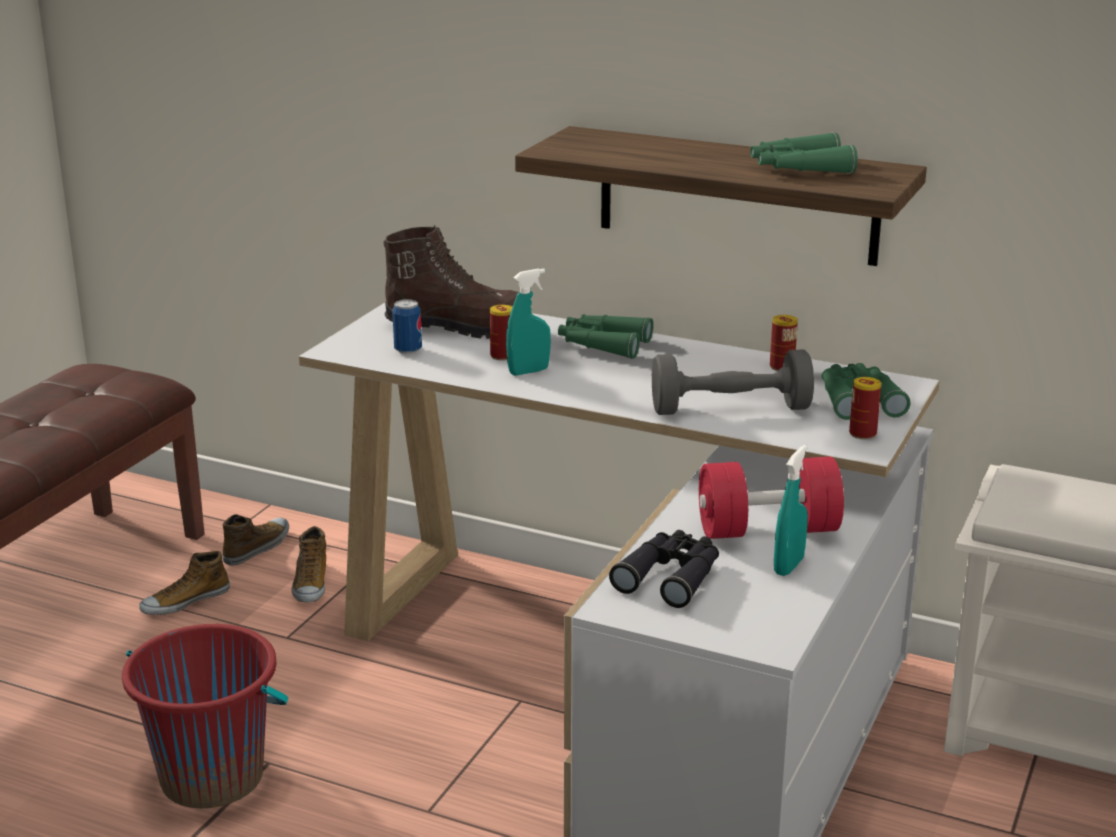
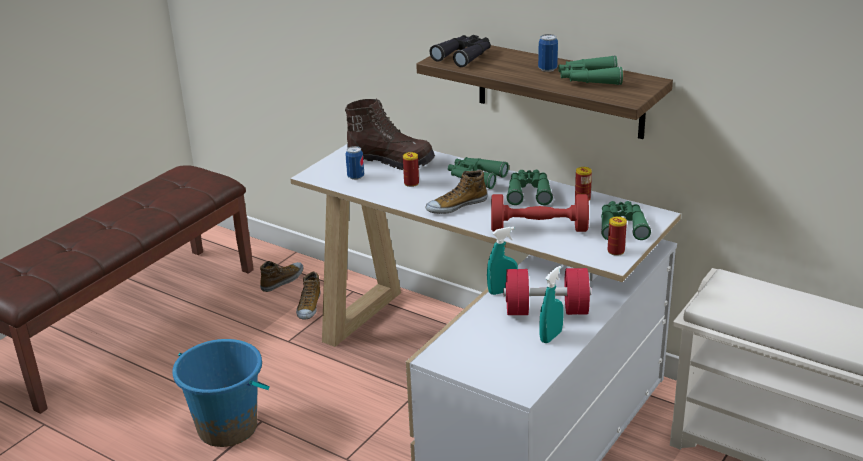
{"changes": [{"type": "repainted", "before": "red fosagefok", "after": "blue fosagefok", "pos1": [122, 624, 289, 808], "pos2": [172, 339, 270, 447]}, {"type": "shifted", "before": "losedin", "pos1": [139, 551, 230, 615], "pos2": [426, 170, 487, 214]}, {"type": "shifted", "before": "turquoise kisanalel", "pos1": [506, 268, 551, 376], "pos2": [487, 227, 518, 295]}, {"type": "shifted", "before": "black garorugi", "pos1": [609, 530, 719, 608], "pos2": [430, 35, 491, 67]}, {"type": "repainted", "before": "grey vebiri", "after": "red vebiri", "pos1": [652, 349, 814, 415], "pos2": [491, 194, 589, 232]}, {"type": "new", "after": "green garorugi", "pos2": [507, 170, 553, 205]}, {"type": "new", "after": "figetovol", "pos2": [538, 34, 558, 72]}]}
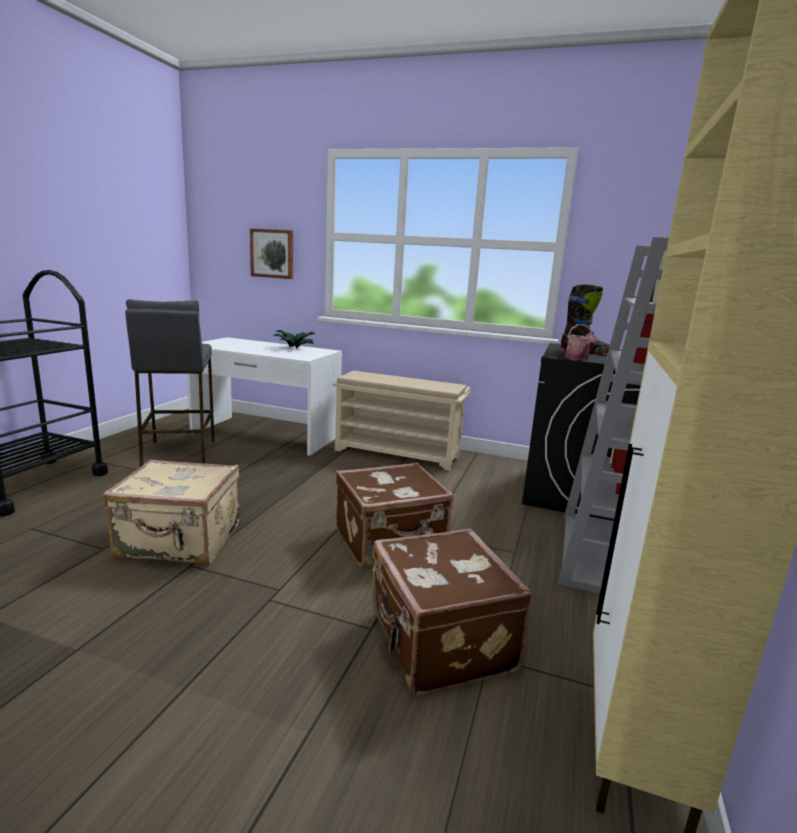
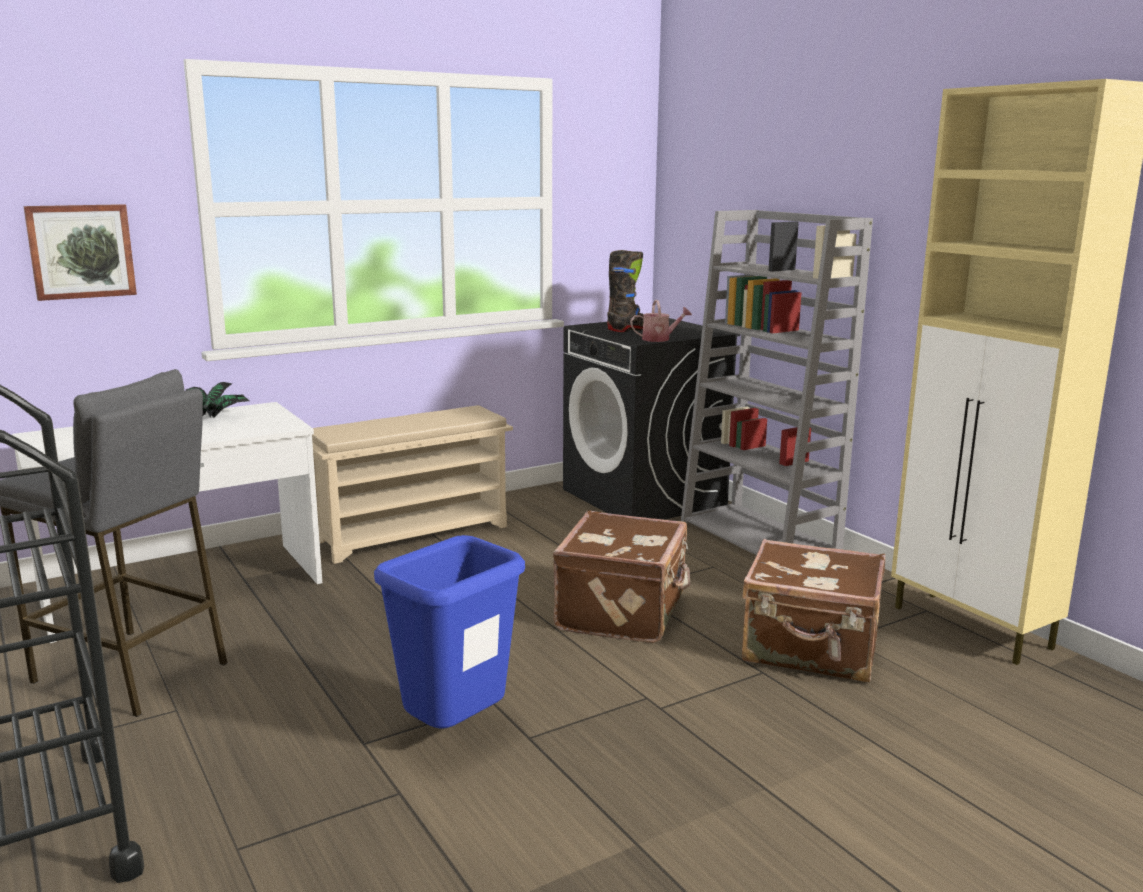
{"changes": [{"type": "swapped", "before": "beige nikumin", "after": "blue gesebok", "pos1": [103, 459, 240, 564], "pos2": [374, 535, 525, 729]}, {"type": "rotated", "before": "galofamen", "pos1": [565, 324, 597, 360], "pos2": [630, 300, 692, 342], "turn": -45}]}
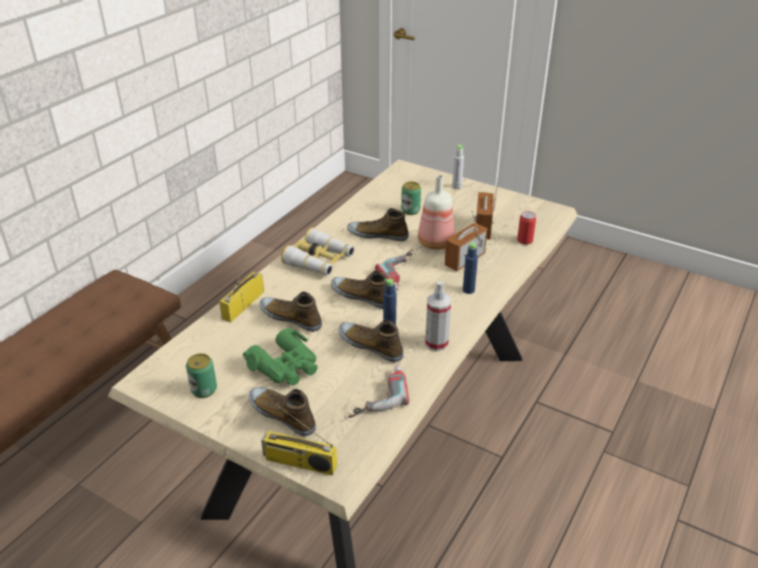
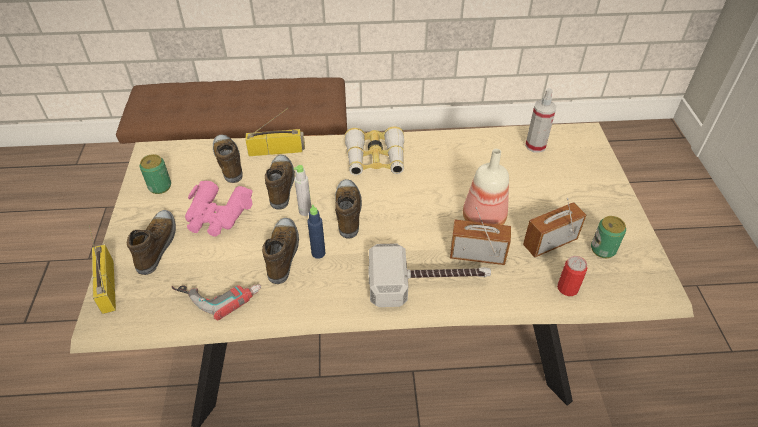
{"changes": [{"type": "repainted", "before": "green garorugi", "after": "pink garorugi", "pos1": [243, 328, 318, 386], "pos2": [185, 181, 253, 237]}, {"type": "shifted", "before": "losedin", "pos1": [347, 208, 409, 241], "pos2": [213, 135, 243, 183]}, {"type": "gone", "before": "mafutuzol", "pos1": [375, 250, 414, 291]}, {"type": "shifted", "before": "figetovol", "pos1": [401, 182, 421, 215], "pos2": [591, 216, 626, 258]}, {"type": "shifted", "before": "kisanalel", "pos1": [425, 281, 451, 351], "pos2": [525, 88, 557, 153]}, {"type": "shifted", "before": "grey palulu", "pos1": [452, 145, 464, 189], "pos2": [294, 165, 311, 216]}, {"type": "swapped", "before": "blue palulu", "after": "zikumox", "pos1": [463, 241, 478, 294], "pos2": [368, 243, 491, 307]}]}
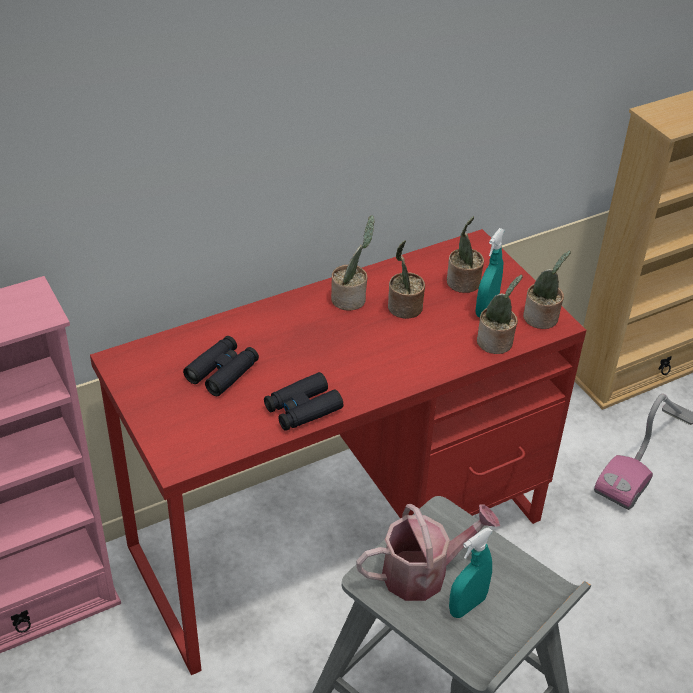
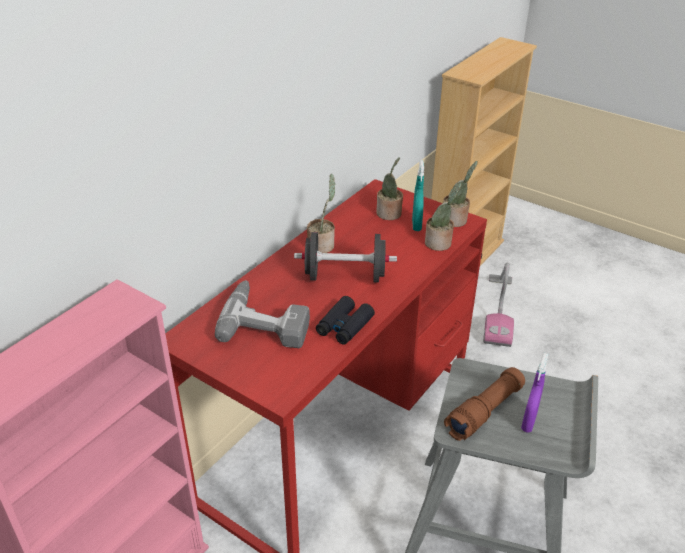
{"changes": [{"type": "swapped", "before": "black garorugi", "after": "mafutuzol", "pos1": [183, 336, 259, 396], "pos2": [215, 280, 310, 348]}, {"type": "swapped", "before": "galofamen", "after": "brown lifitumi", "pos1": [356, 504, 500, 601], "pos2": [444, 367, 525, 441]}, {"type": "gone", "before": "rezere", "pos1": [388, 240, 425, 319]}, {"type": "repainted", "before": "turquoise kisanalel", "after": "purple kisanalel", "pos1": [449, 527, 493, 618], "pos2": [521, 353, 548, 433]}, {"type": "new", "after": "black vebiri", "pos2": [294, 232, 397, 283]}]}
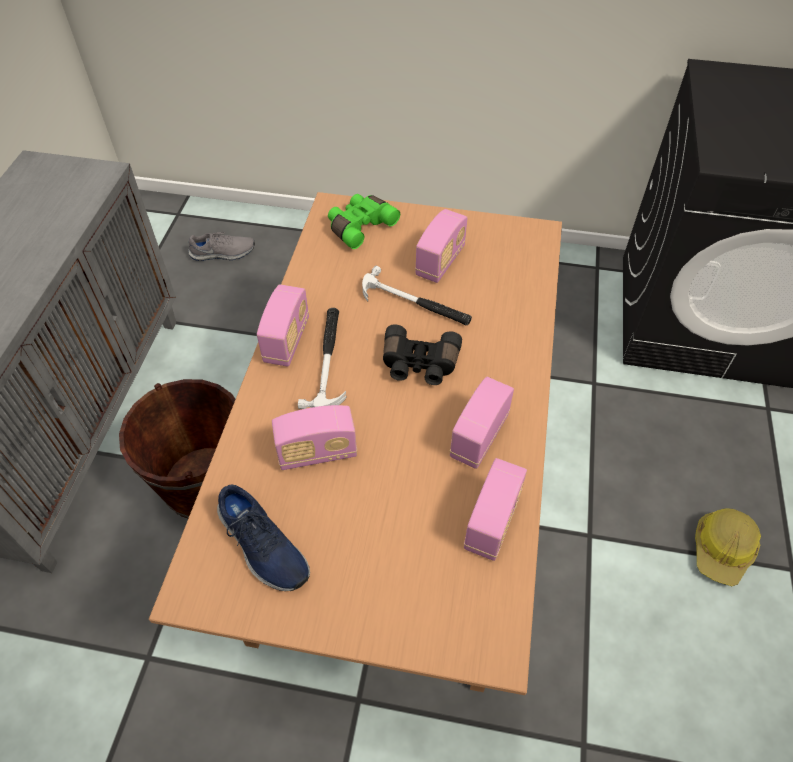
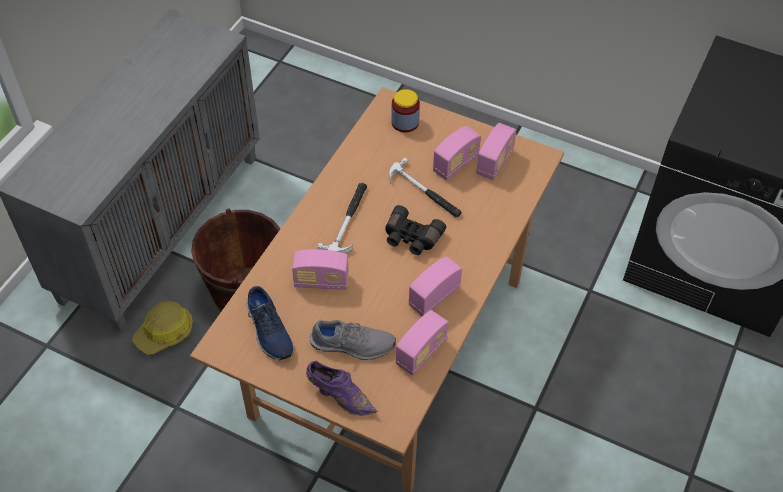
{"changes": [{"type": "shifted", "before": "grey losedin", "pos1": [188, 232, 255, 261], "pos2": [310, 320, 396, 360]}, {"type": "shifted", "before": "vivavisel", "pos1": [257, 284, 309, 366], "pos2": [476, 123, 516, 180]}, {"type": "swapped", "before": "green garorugi", "after": "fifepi", "pos1": [328, 194, 400, 249], "pos2": [391, 89, 420, 132]}, {"type": "shifted", "before": "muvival", "pos1": [695, 509, 761, 586], "pos2": [132, 301, 193, 355]}, {"type": "new", "after": "purple losedin", "pos2": [306, 361, 377, 416]}]}
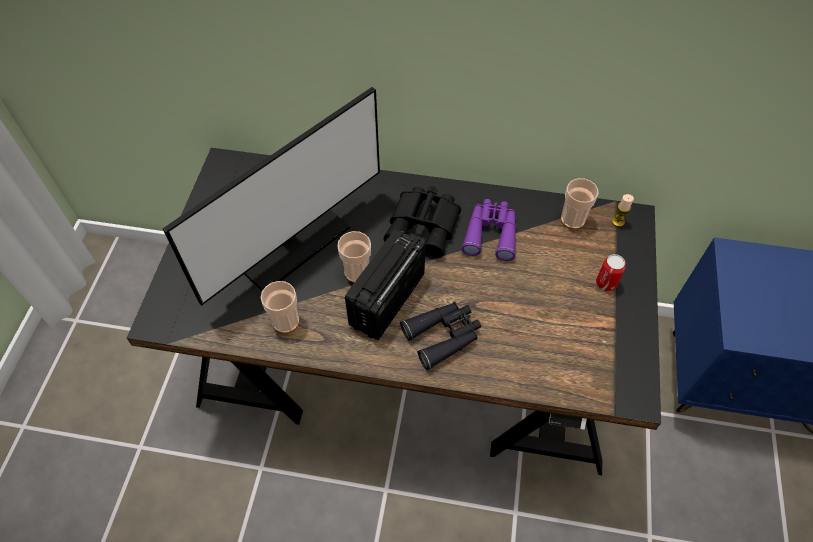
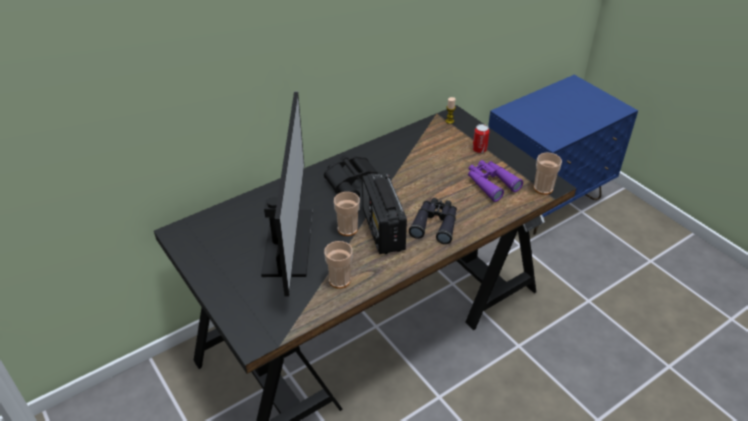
{"changes": [{"type": "shifted", "before": "purple garorugi", "pos1": [462, 199, 516, 261], "pos2": [468, 160, 523, 202]}, {"type": "shifted", "before": "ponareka", "pos1": [561, 178, 599, 230], "pos2": [534, 153, 562, 195]}]}
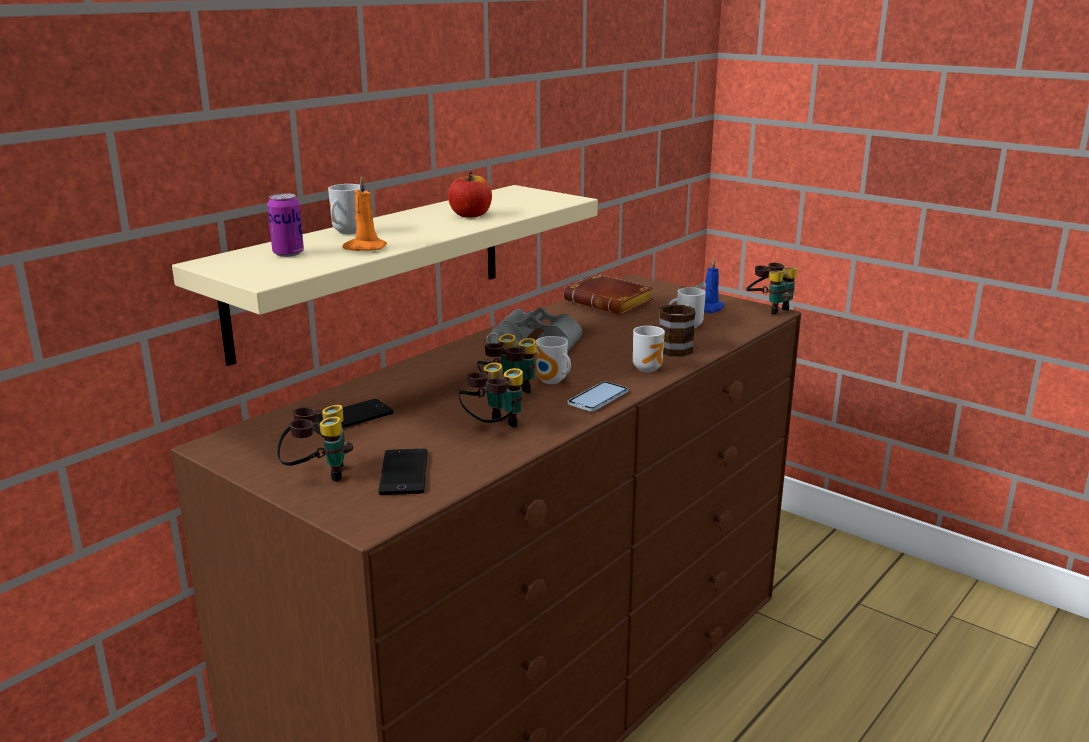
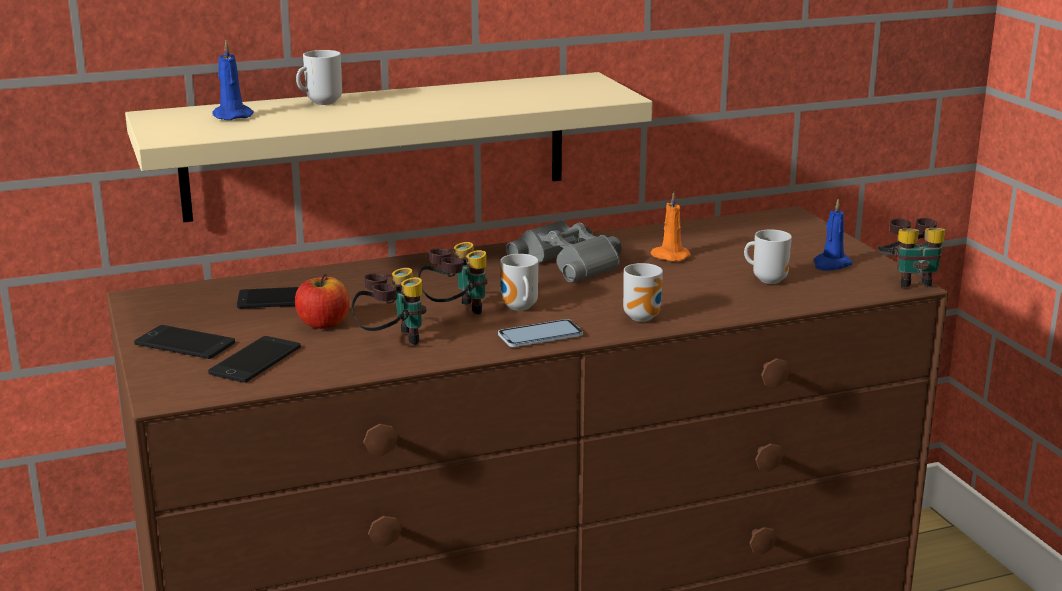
{"changes": [{"type": "swapped", "before": "figetovol", "after": "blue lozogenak", "pos1": [267, 193, 304, 257], "pos2": [212, 41, 254, 120]}, {"type": "swapped", "before": "garorugi", "after": "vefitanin", "pos1": [277, 405, 353, 482], "pos2": [134, 325, 235, 359]}, {"type": "shifted", "before": "orange lozogenak", "pos1": [343, 176, 387, 251], "pos2": [650, 191, 691, 261]}, {"type": "shifted", "before": "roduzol", "pos1": [448, 172, 492, 217], "pos2": [295, 273, 350, 329]}, {"type": "gone", "before": "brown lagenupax", "pos1": [564, 274, 653, 315]}, {"type": "gone", "before": "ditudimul", "pos1": [658, 304, 695, 357]}]}
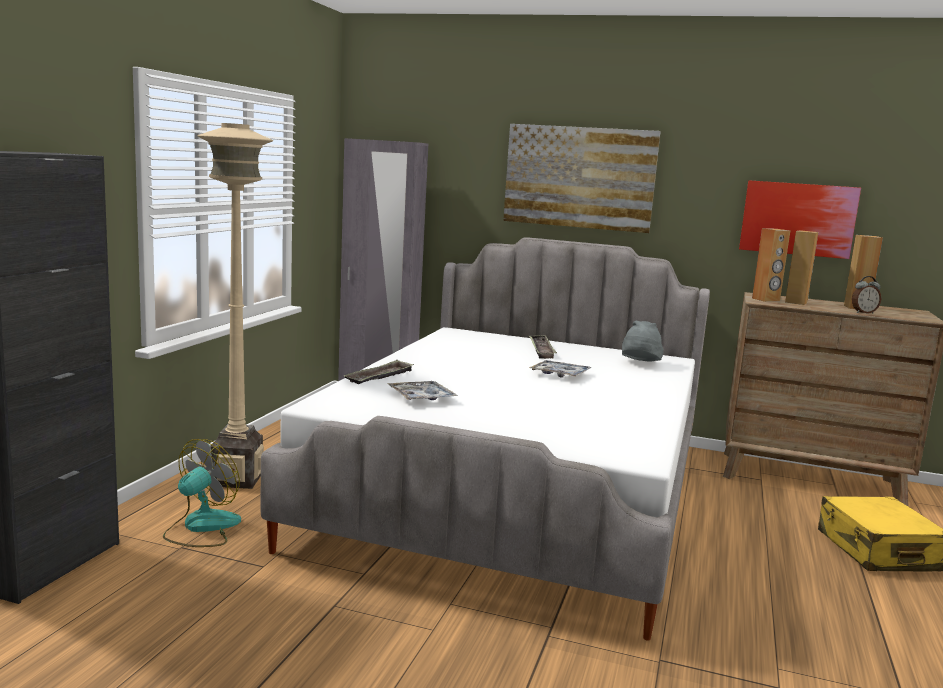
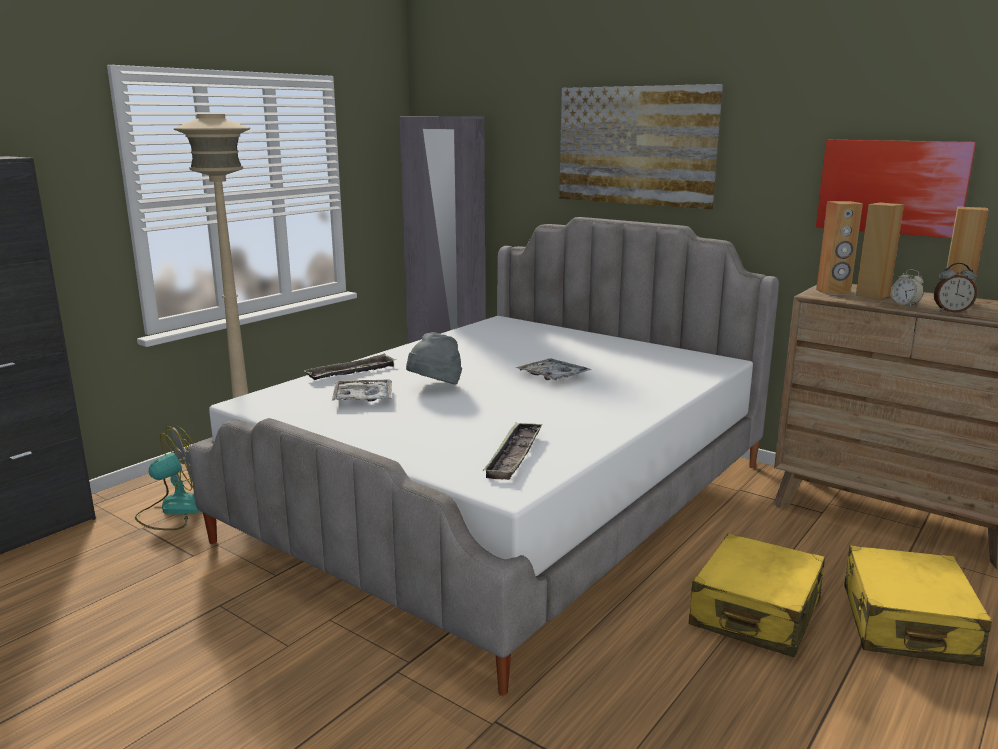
{"changes": [{"type": "shifted", "before": "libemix", "pos1": [529, 335, 557, 359], "pos2": [483, 422, 543, 480]}, {"type": "shifted", "before": "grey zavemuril", "pos1": [622, 321, 664, 361], "pos2": [406, 332, 462, 385]}, {"type": "new", "after": "yellow nikumin", "pos2": [689, 533, 825, 657]}, {"type": "new", "after": "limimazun", "pos2": [891, 270, 924, 307]}]}
